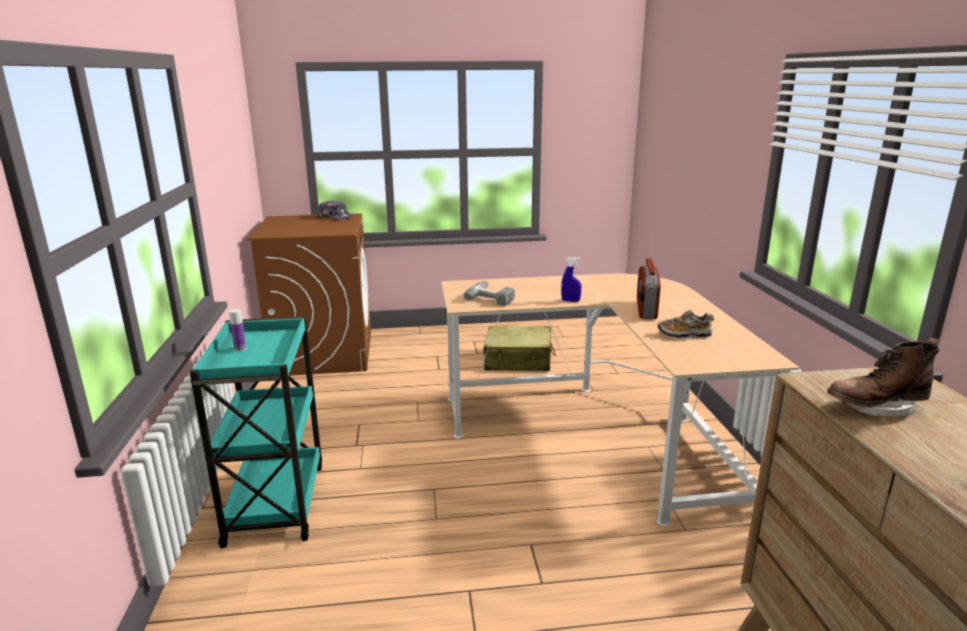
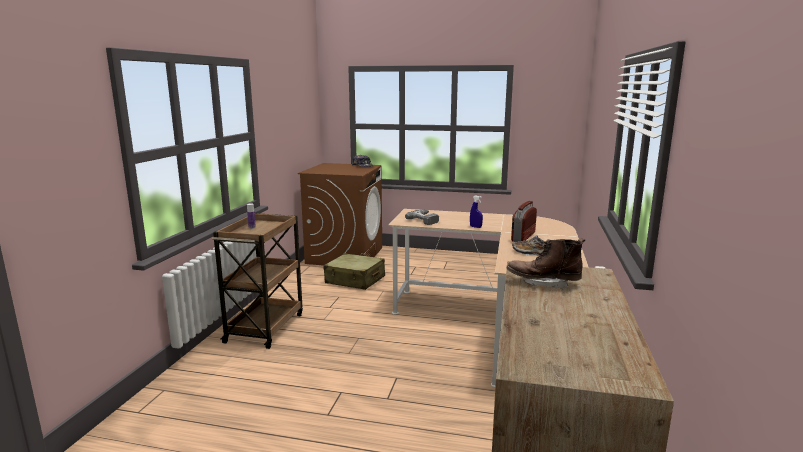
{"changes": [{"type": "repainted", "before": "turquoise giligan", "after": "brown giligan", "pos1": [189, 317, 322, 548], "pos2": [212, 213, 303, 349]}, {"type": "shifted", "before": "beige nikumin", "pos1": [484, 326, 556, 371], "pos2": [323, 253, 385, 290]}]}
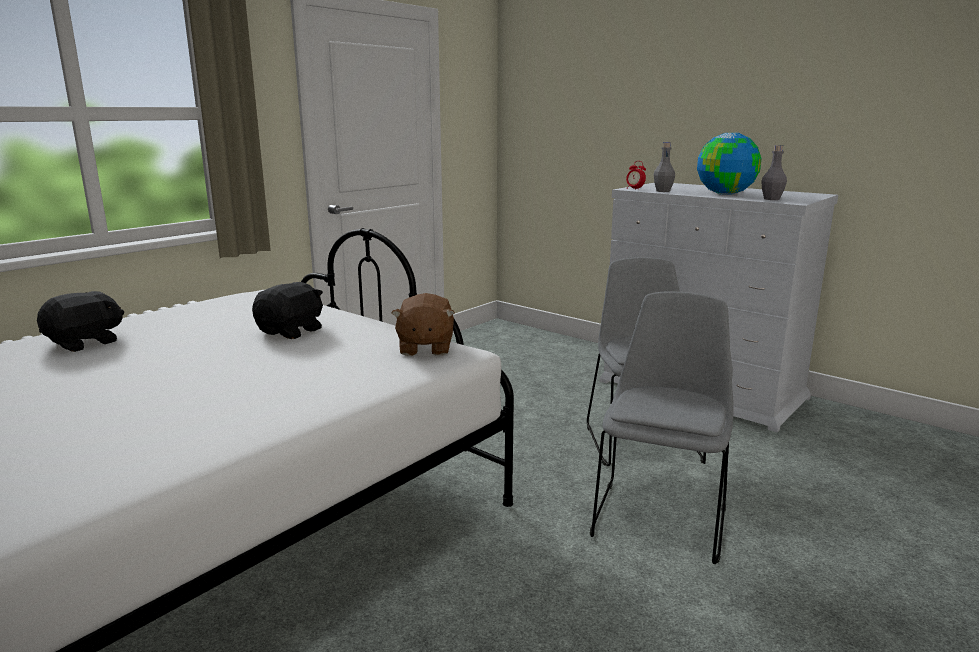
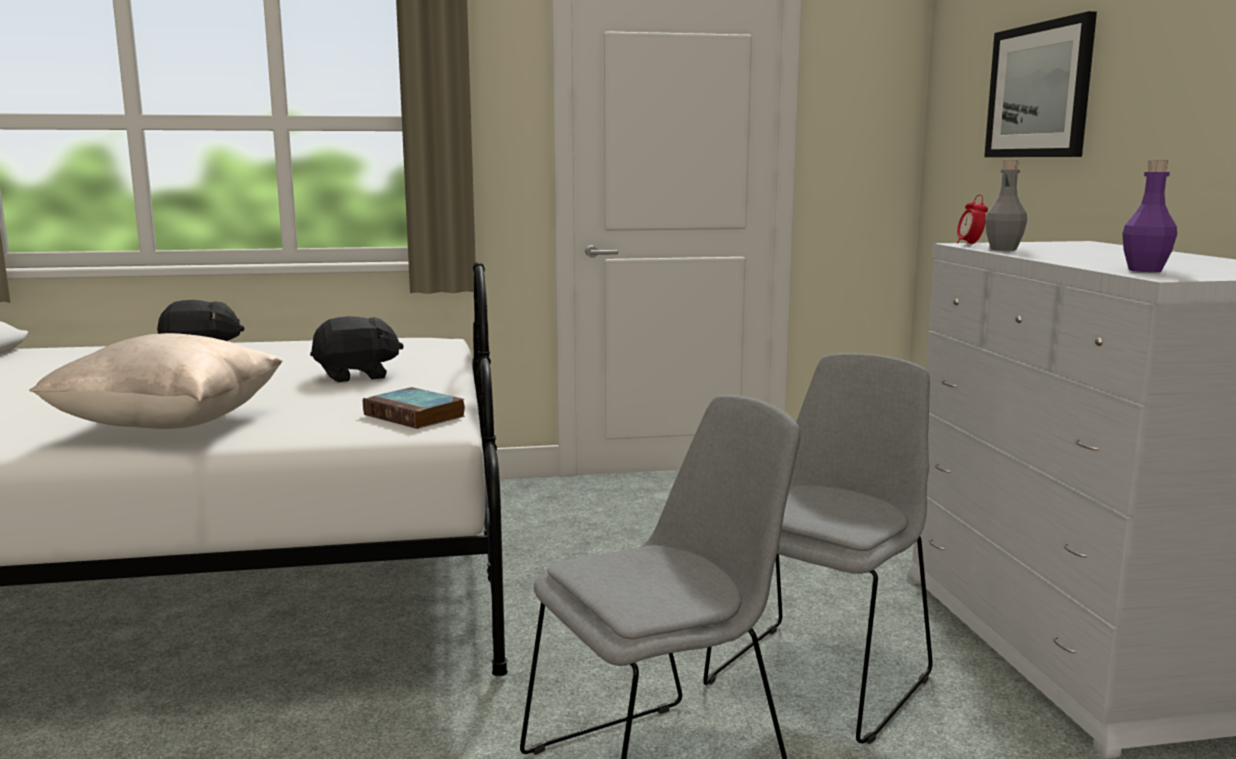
{"changes": [{"type": "swapped", "before": "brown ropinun", "after": "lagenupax", "pos1": [391, 293, 455, 356], "pos2": [363, 387, 465, 429]}, {"type": "gone", "before": "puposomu", "pos1": [697, 133, 762, 195]}, {"type": "repainted", "before": "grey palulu", "after": "purple palulu", "pos1": [761, 145, 787, 200], "pos2": [1122, 160, 1177, 272]}, {"type": "new", "after": "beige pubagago", "pos2": [29, 333, 283, 429]}, {"type": "new", "after": "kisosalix", "pos2": [984, 11, 1097, 157]}]}
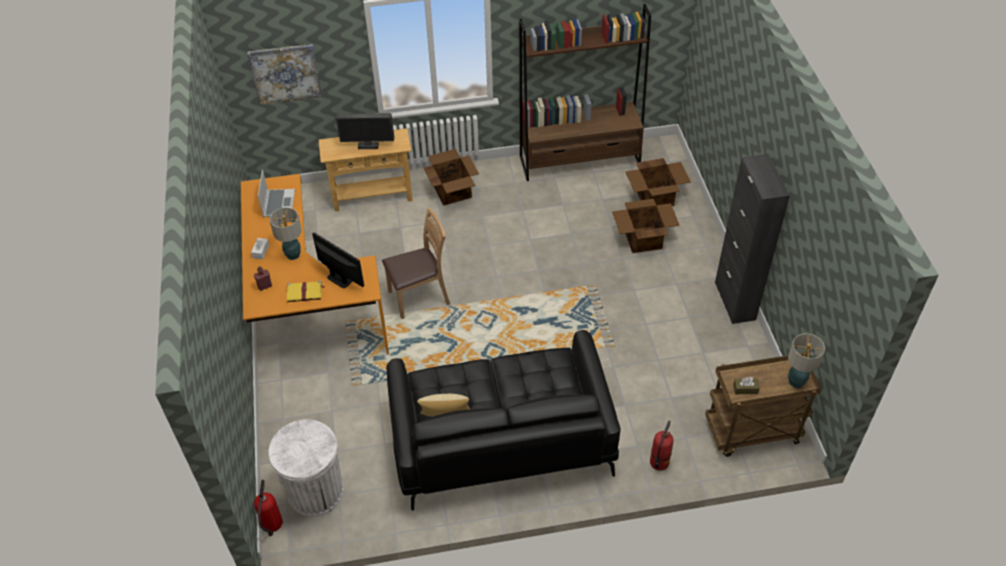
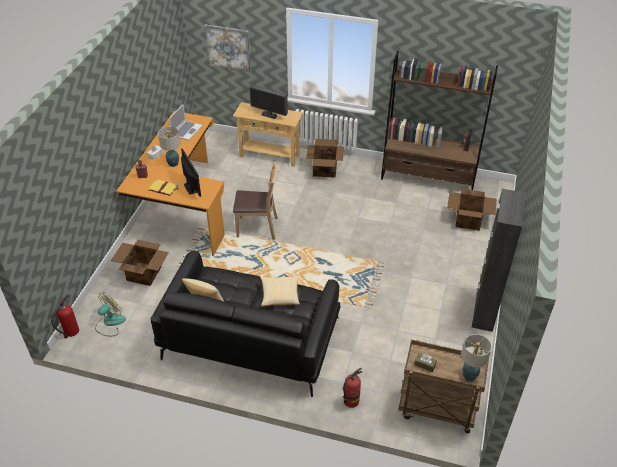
{"changes": [{"type": "swapped", "before": "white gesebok", "after": "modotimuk", "pos1": [269, 419, 343, 517], "pos2": [95, 292, 126, 336]}, {"type": "shifted", "before": "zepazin", "pos1": [612, 199, 680, 253], "pos2": [111, 240, 169, 286]}, {"type": "new", "after": "pubagago", "pos2": [261, 276, 300, 306]}]}
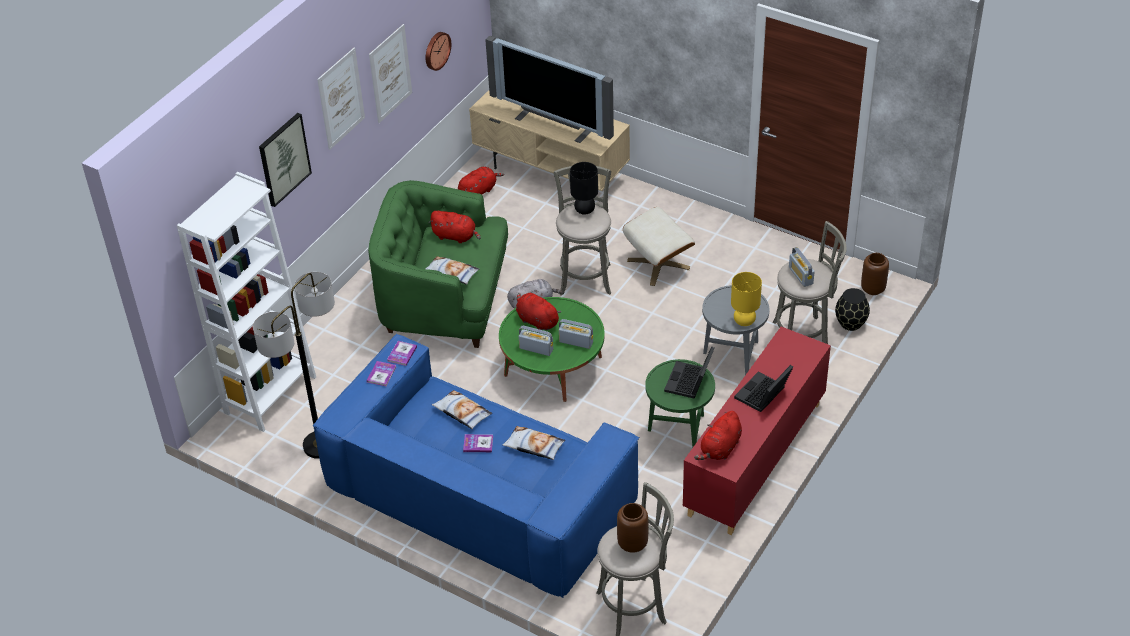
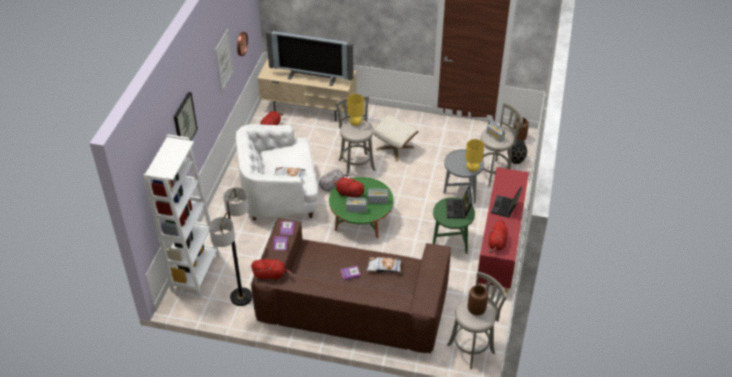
{"changes": [{"type": "repainted", "before": "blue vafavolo", "after": "brown vafavolo", "pos1": [313, 334, 639, 598], "pos2": [251, 218, 451, 353]}, {"type": "gone", "before": "kisosalix", "pos1": [317, 48, 365, 150]}, {"type": "repainted", "before": "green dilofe", "after": "white dilofe", "pos1": [368, 180, 508, 348], "pos2": [236, 124, 318, 220]}, {"type": "shifted", "before": "red ropinun", "pos1": [429, 211, 481, 243], "pos2": [251, 259, 292, 280]}, {"type": "gone", "before": "pubagago", "pos1": [432, 390, 492, 429]}, {"type": "repainted", "before": "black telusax", "after": "yellow telusax", "pos1": [570, 162, 598, 215], "pos2": [347, 94, 364, 126]}]}
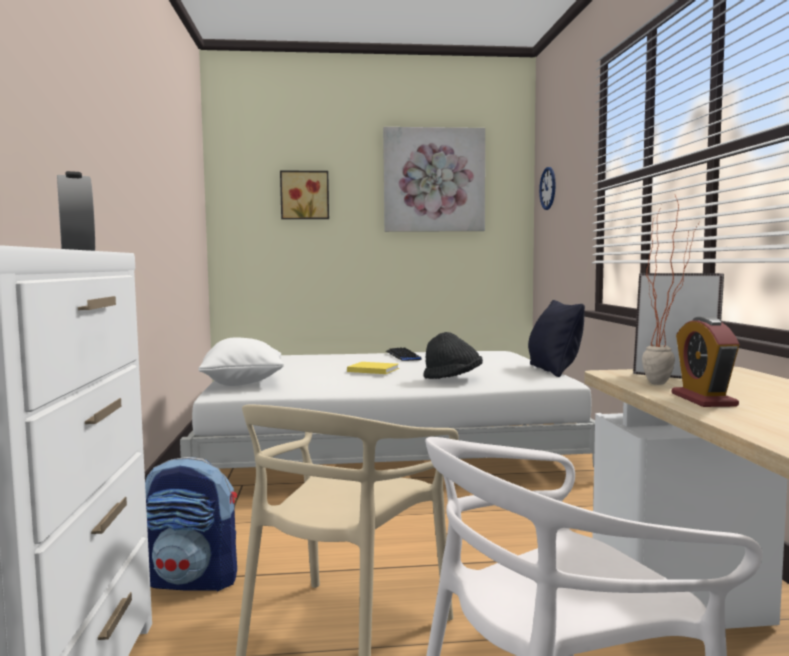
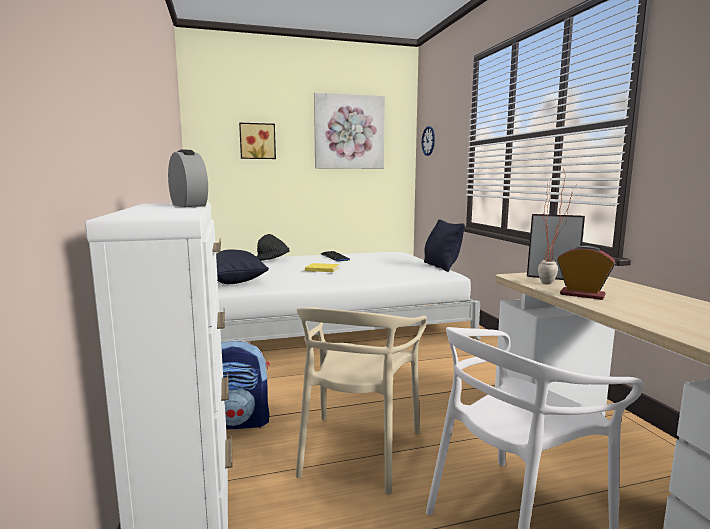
{"changes": [{"type": "repainted", "before": "white pubagago", "after": "black pubagago", "pos1": [198, 337, 284, 386], "pos2": [216, 249, 269, 284]}, {"type": "shifted", "before": "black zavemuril", "pos1": [423, 332, 483, 379], "pos2": [257, 234, 290, 261]}, {"type": "rotated", "before": "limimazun", "pos1": [672, 317, 739, 407], "pos2": [557, 245, 616, 300], "turn": 135}]}
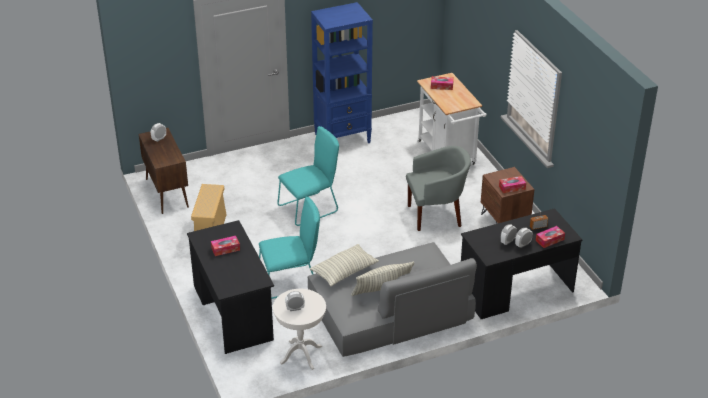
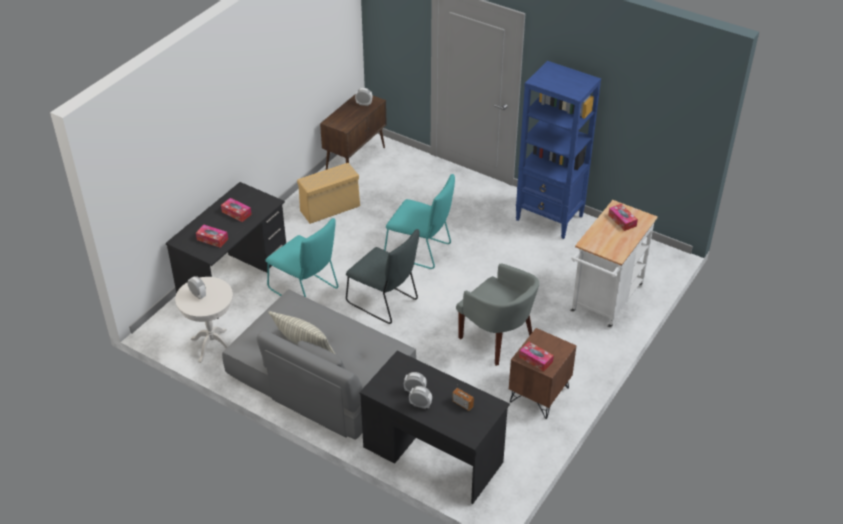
{"changes": [{"type": "gone", "before": "pubagago", "pos1": [310, 244, 379, 286]}, {"type": "shifted", "before": "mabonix", "pos1": [536, 226, 565, 248], "pos2": [196, 224, 228, 248]}, {"type": "new", "after": "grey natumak", "pos2": [346, 229, 420, 324]}]}
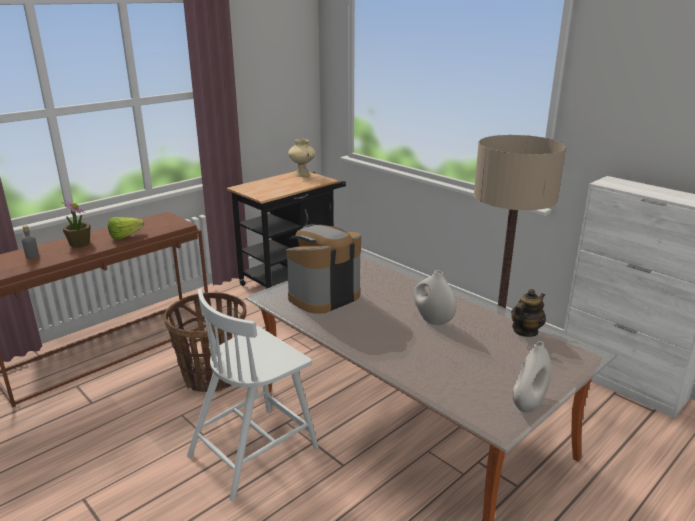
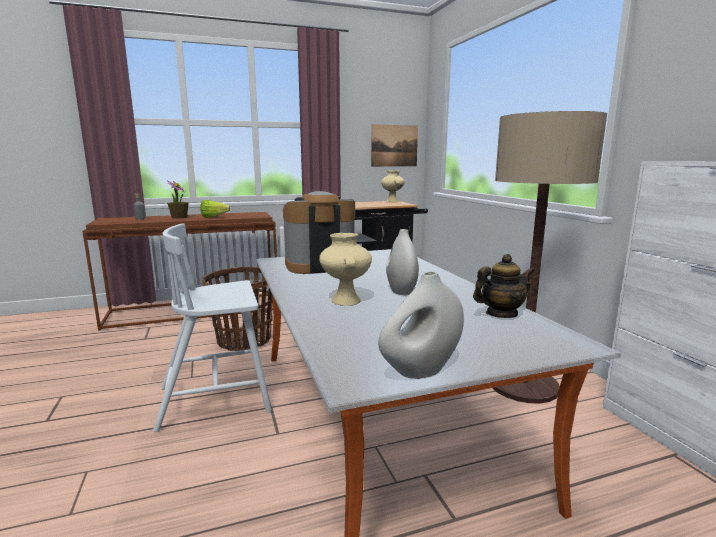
{"changes": [{"type": "new", "after": "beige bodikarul", "pos2": [319, 233, 372, 306]}, {"type": "new", "after": "kisosalix", "pos2": [371, 124, 418, 167]}]}
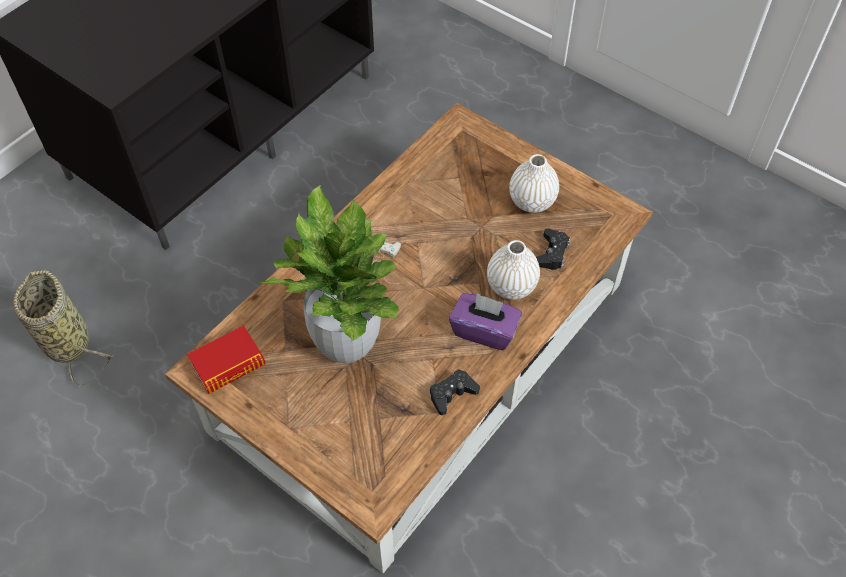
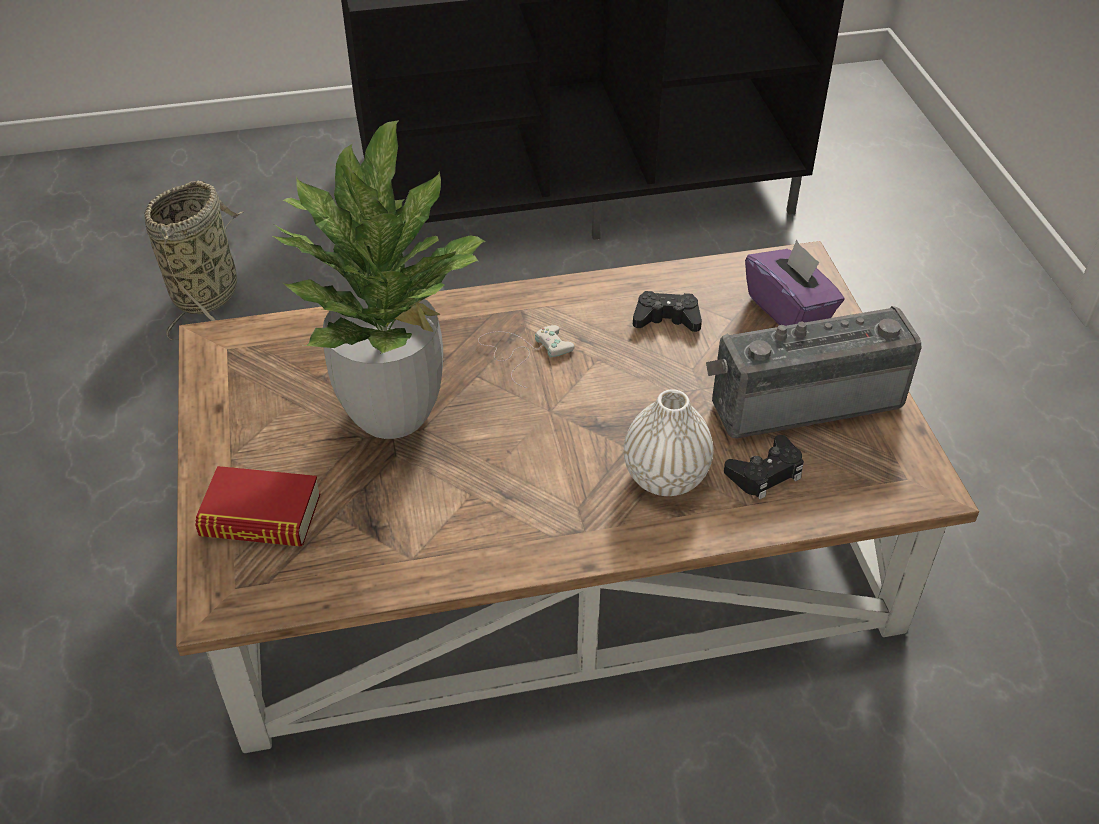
{"changes": [{"type": "shifted", "before": "lagenupax", "pos1": [187, 325, 265, 394], "pos2": [195, 466, 320, 546]}, {"type": "shifted", "before": "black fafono", "pos1": [430, 369, 480, 415], "pos2": [633, 291, 702, 332]}, {"type": "shifted", "before": "purple mabonix", "pos1": [449, 293, 522, 350], "pos2": [745, 240, 844, 326]}, {"type": "swapped", "before": "white bodikarul", "after": "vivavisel", "pos1": [509, 154, 559, 213], "pos2": [706, 306, 922, 438]}]}
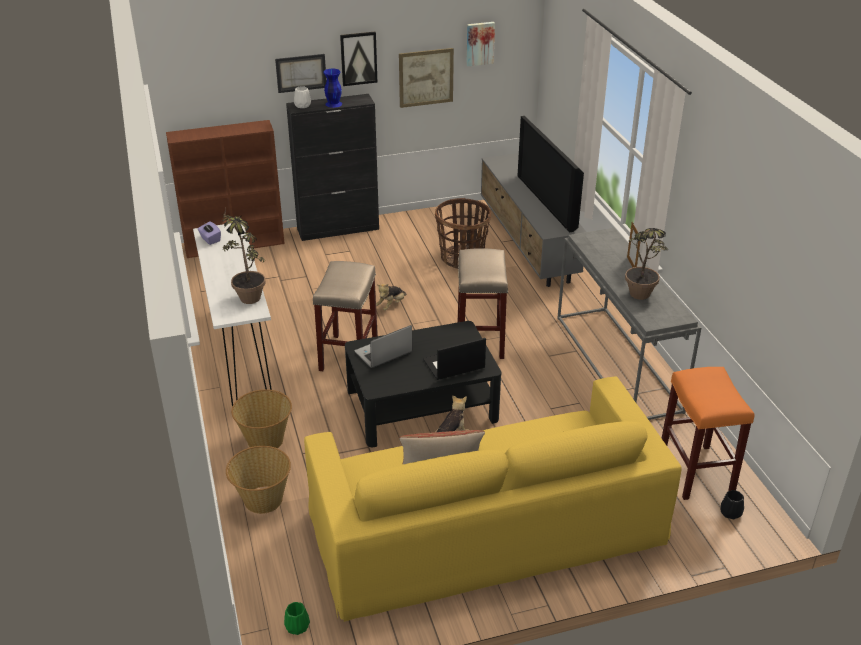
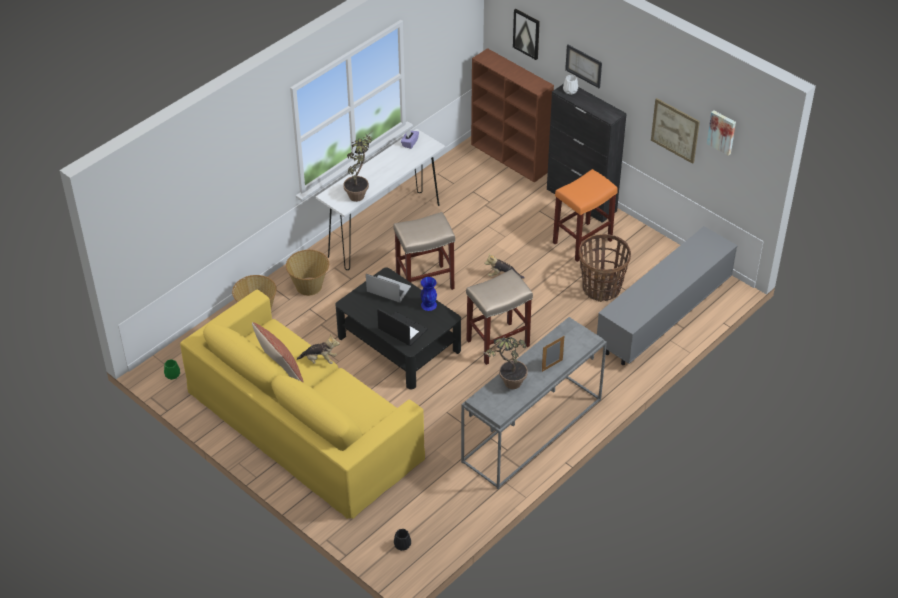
{"changes": [{"type": "shifted", "before": "blue bodikarul", "pos1": [323, 69, 342, 108], "pos2": [421, 277, 437, 311]}, {"type": "shifted", "before": "kisosalix", "pos1": [340, 32, 377, 86], "pos2": [513, 9, 540, 60]}, {"type": "gone", "before": "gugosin", "pos1": [517, 116, 584, 233]}, {"type": "shifted", "before": "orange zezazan", "pos1": [662, 367, 754, 500], "pos2": [553, 169, 618, 262]}]}
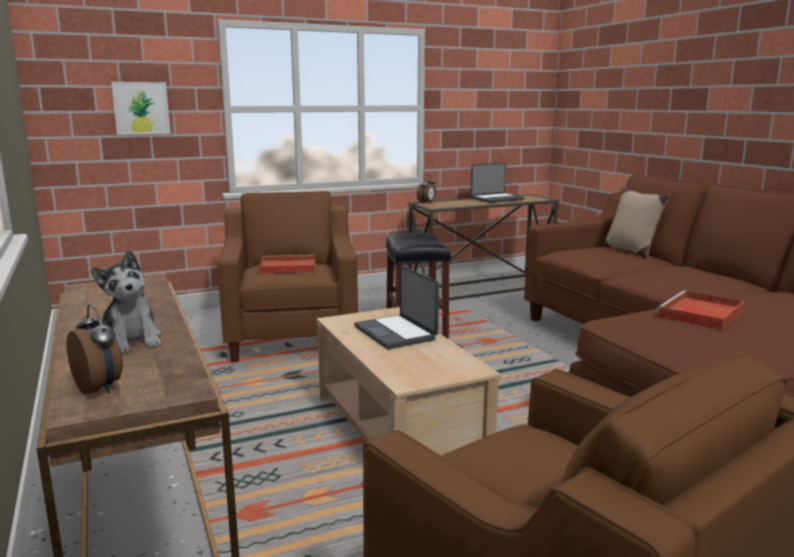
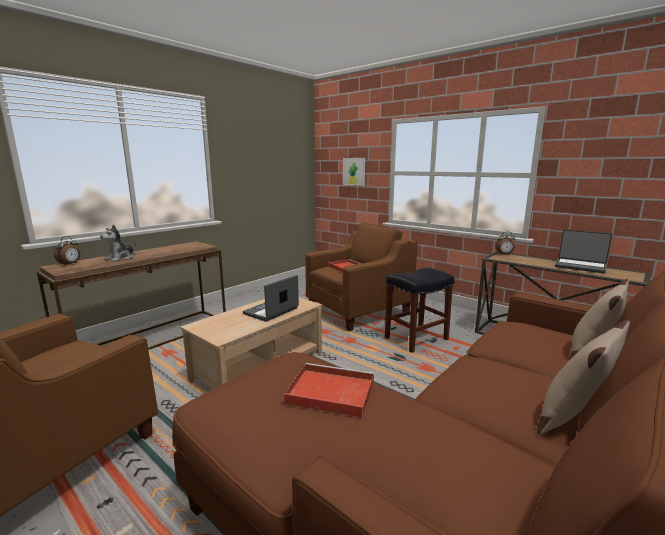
{"changes": [{"type": "new", "after": "beige pubagago", "pos2": [537, 320, 630, 434]}]}
